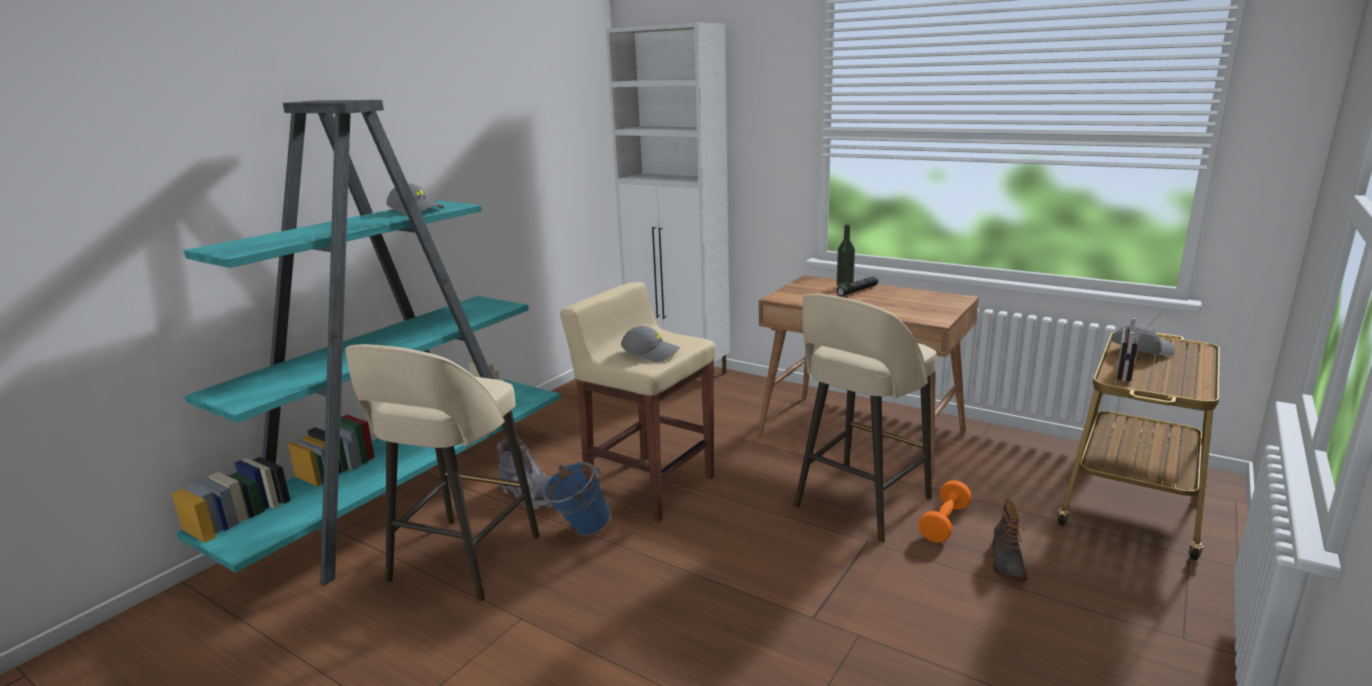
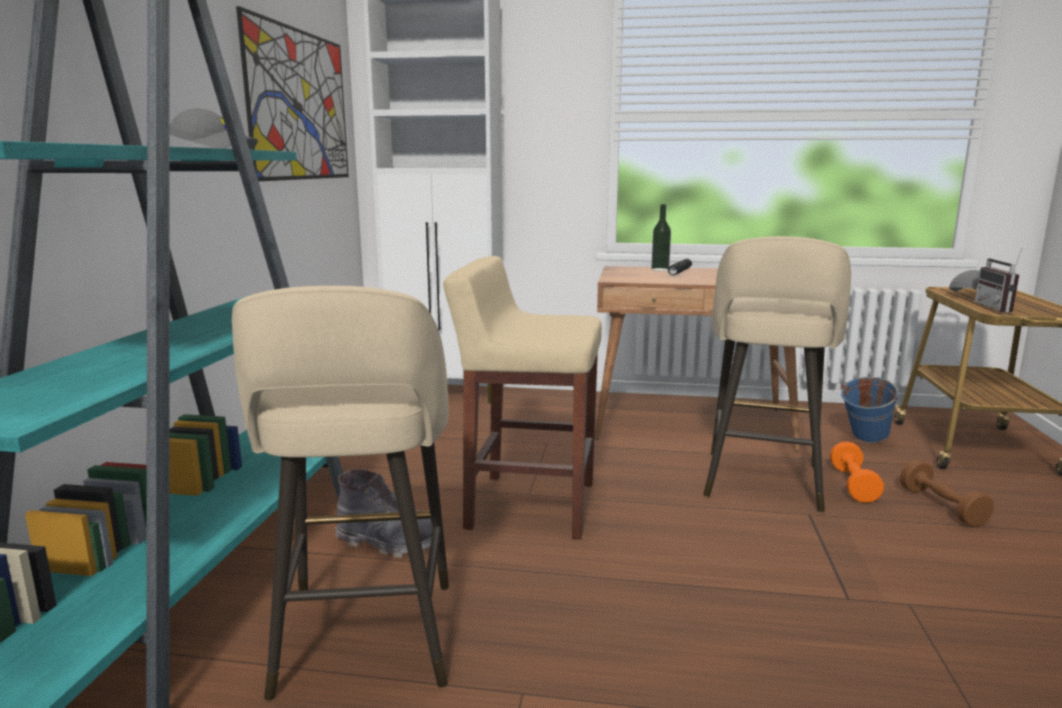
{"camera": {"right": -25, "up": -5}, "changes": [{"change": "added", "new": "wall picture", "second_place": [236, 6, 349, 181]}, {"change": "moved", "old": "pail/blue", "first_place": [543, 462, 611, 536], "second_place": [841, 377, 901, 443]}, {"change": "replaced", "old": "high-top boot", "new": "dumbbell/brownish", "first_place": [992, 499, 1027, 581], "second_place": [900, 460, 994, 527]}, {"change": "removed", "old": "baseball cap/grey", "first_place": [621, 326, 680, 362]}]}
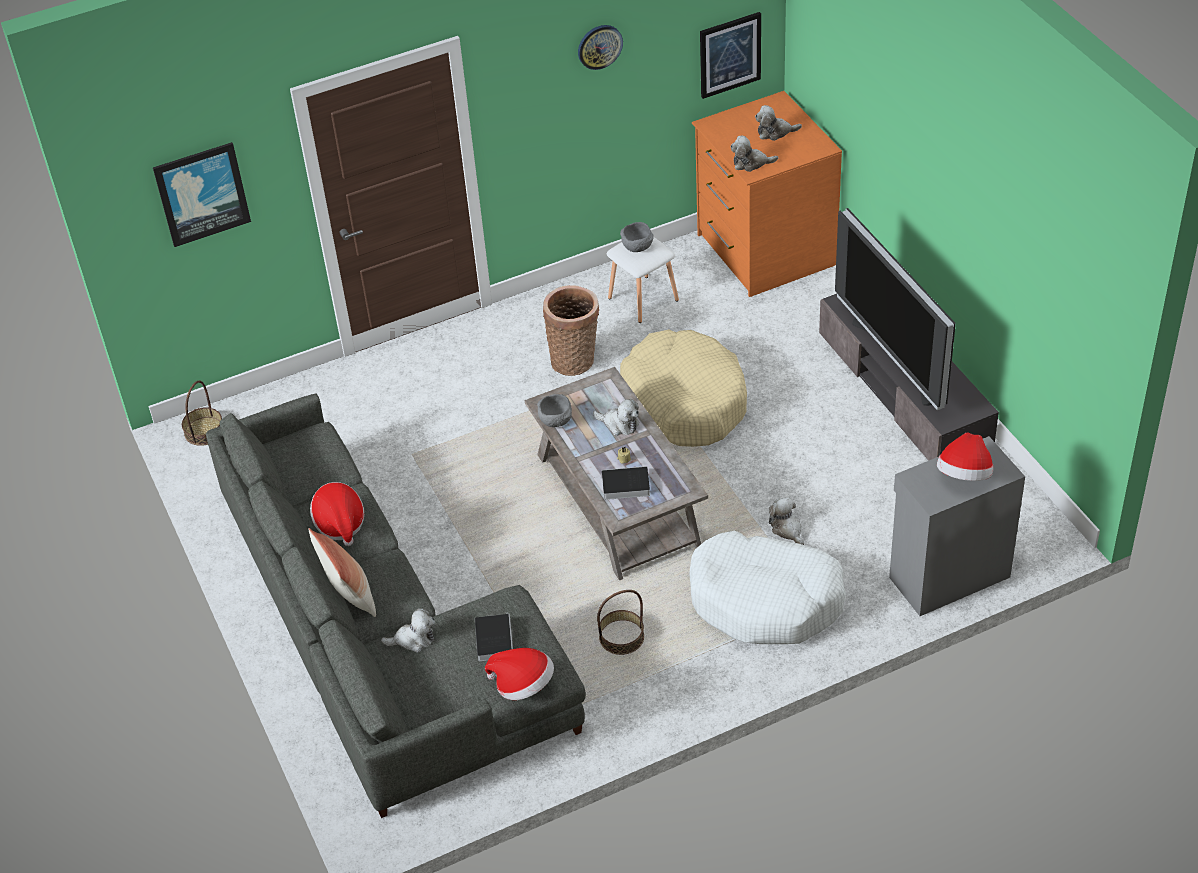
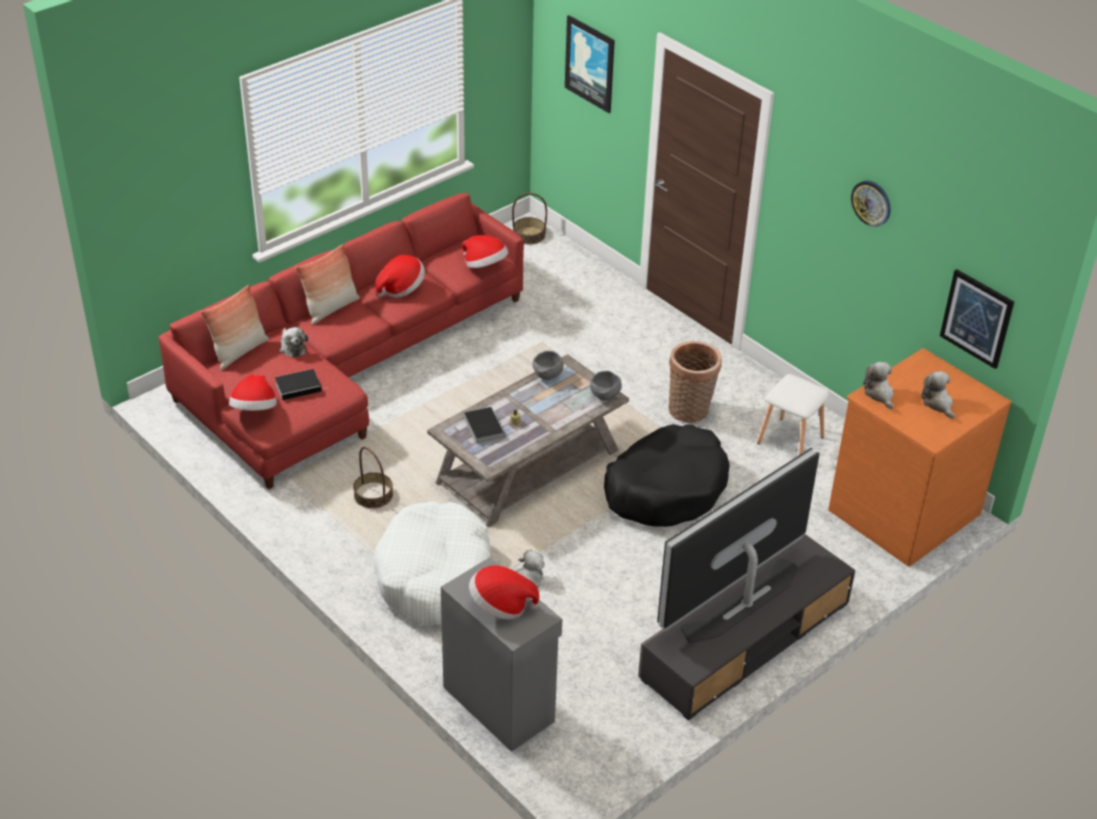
{"camera": {"right": 70, "up": -5}, "changes": [{"change": "recoloured", "old": "couch/grey", "new": "couch/reddish", "first_place": [206, 393, 586, 818], "second_place": [159, 193, 524, 489]}, {"change": "added", "new": "cushion", "second_place": [201, 284, 269, 370]}, {"change": "added", "new": "clothing hat", "second_place": [462, 235, 508, 268]}, {"change": "moved", "old": "serving bowl/grey", "first_place": [620, 222, 654, 252], "second_place": [590, 371, 622, 401]}, {"change": "recoloured", "old": "dog bed/beige", "new": "dog bed/black", "first_place": [620, 330, 747, 447], "second_place": [604, 424, 730, 527]}, {"change": "removed", "old": "plush toy", "first_place": [593, 399, 639, 436]}]}
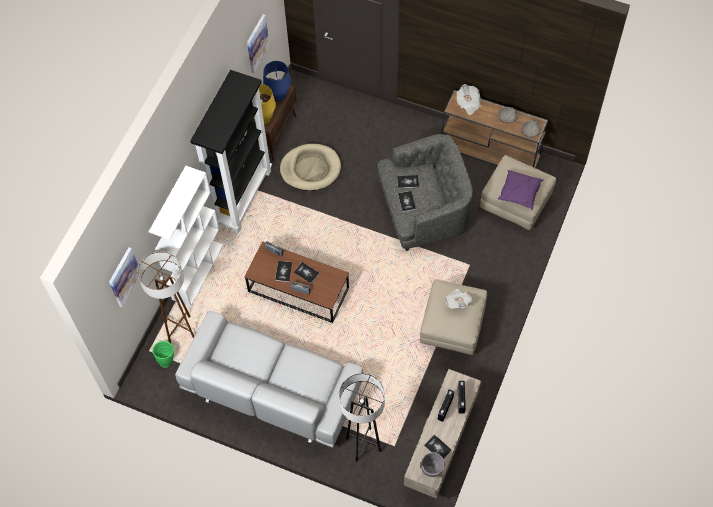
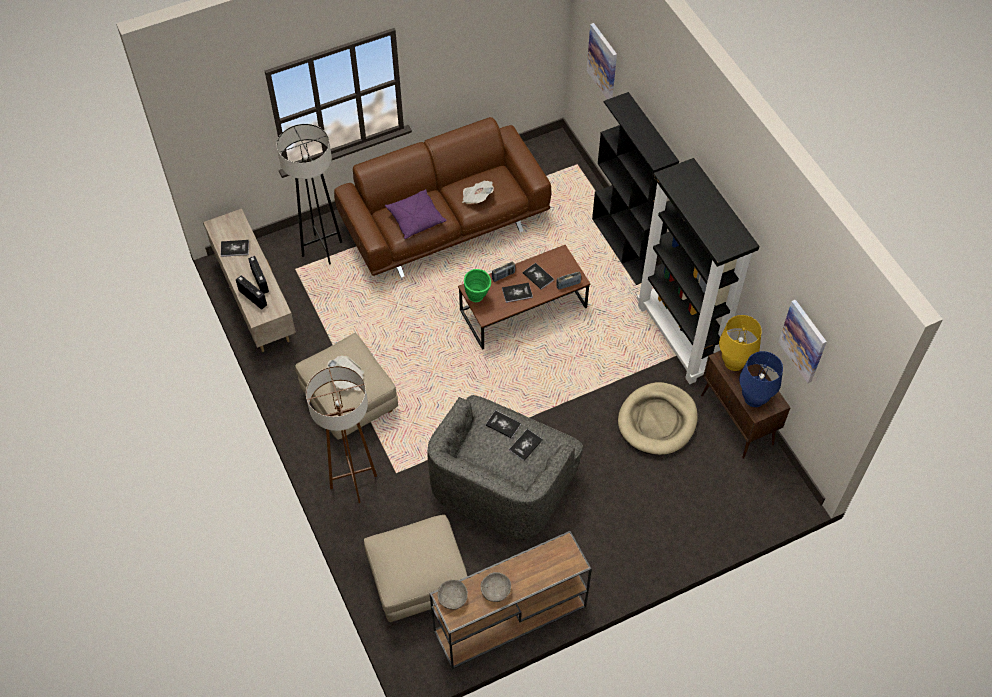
{"camera": {"right": 130, "up": -5}, "changes": [{"change": "moved", "old": "floor lamp/brownish", "first_place": [138, 252, 195, 343], "second_place": [306, 366, 377, 503]}, {"change": "recoloured", "old": "couch/grey", "new": "couch/brownish", "first_place": [175, 311, 364, 448], "second_place": [334, 117, 551, 278]}, {"change": "moved", "old": "cushion/purple", "first_place": [498, 170, 543, 210], "second_place": [385, 189, 447, 239]}, {"change": "moved", "old": "printed paper", "first_place": [457, 84, 481, 115], "second_place": [462, 181, 494, 204]}, {"change": "moved", "old": "flower vase/green", "first_place": [152, 341, 174, 368], "second_place": [464, 269, 491, 302]}, {"change": "recoloured", "old": "shelving unit/white-coloured", "new": "shelving unit/black", "first_place": [149, 166, 223, 307], "second_place": [592, 92, 679, 285]}, {"change": "removed", "old": "flower vase/grey", "first_place": [421, 452, 445, 477]}]}
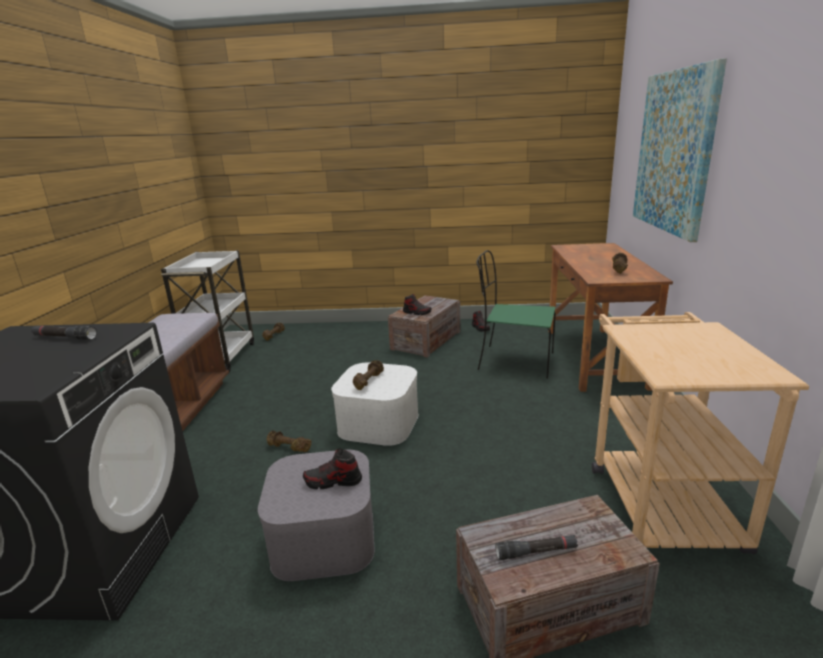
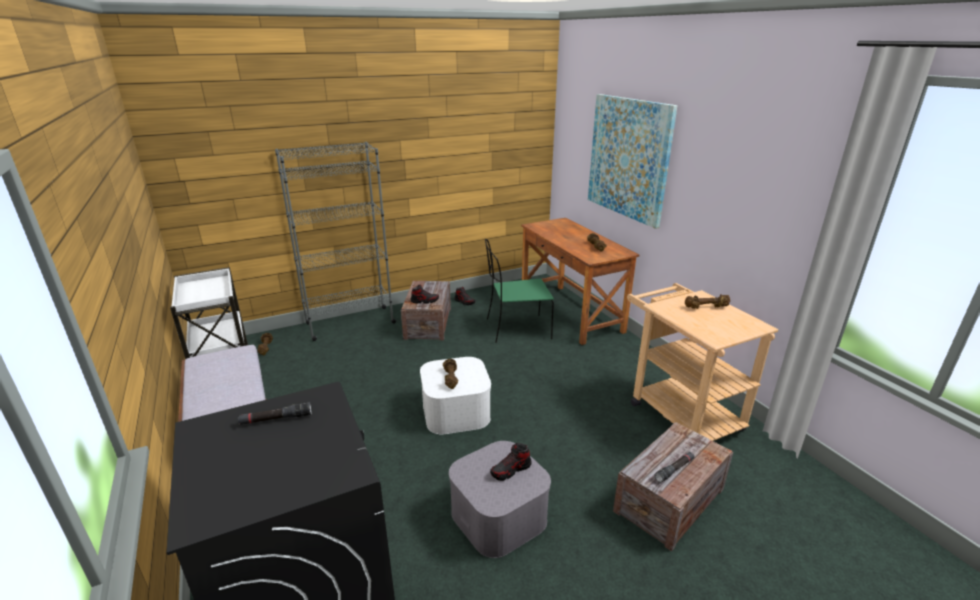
{"camera": {"right": -30, "up": 5}, "changes": [{"change": "added", "new": "shelving unit/grey", "second_place": [275, 142, 396, 341]}, {"change": "moved", "old": "dumbbell/brownish", "first_place": [267, 431, 312, 452], "second_place": [685, 295, 730, 309]}]}
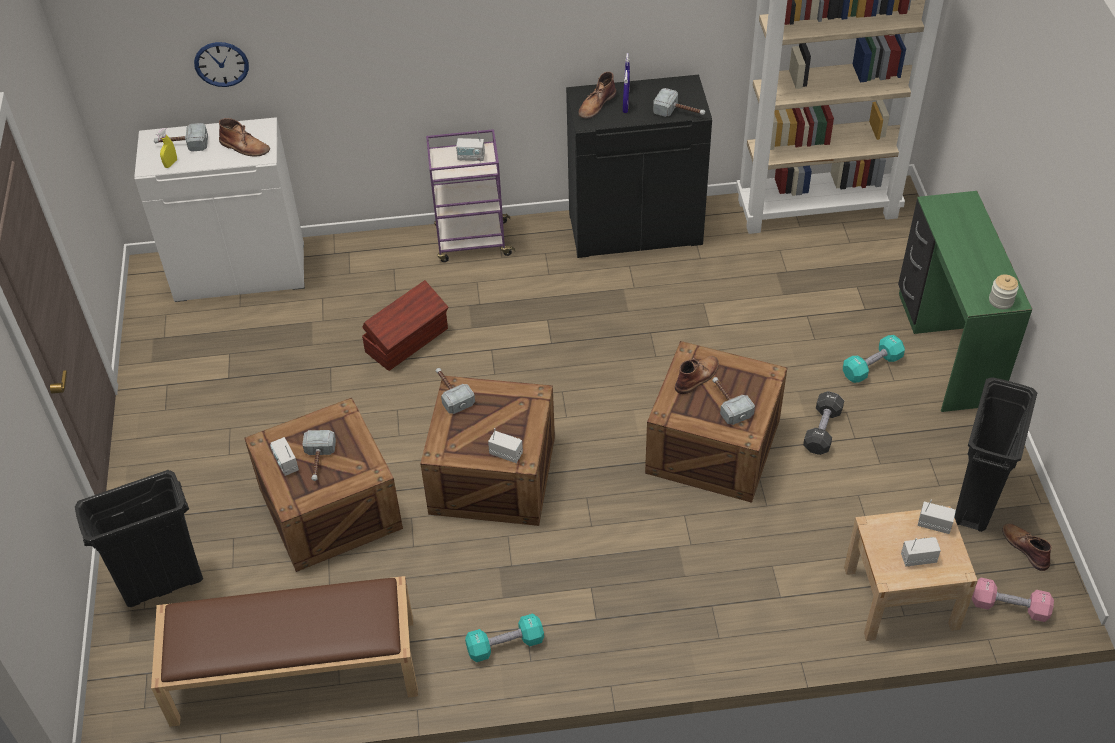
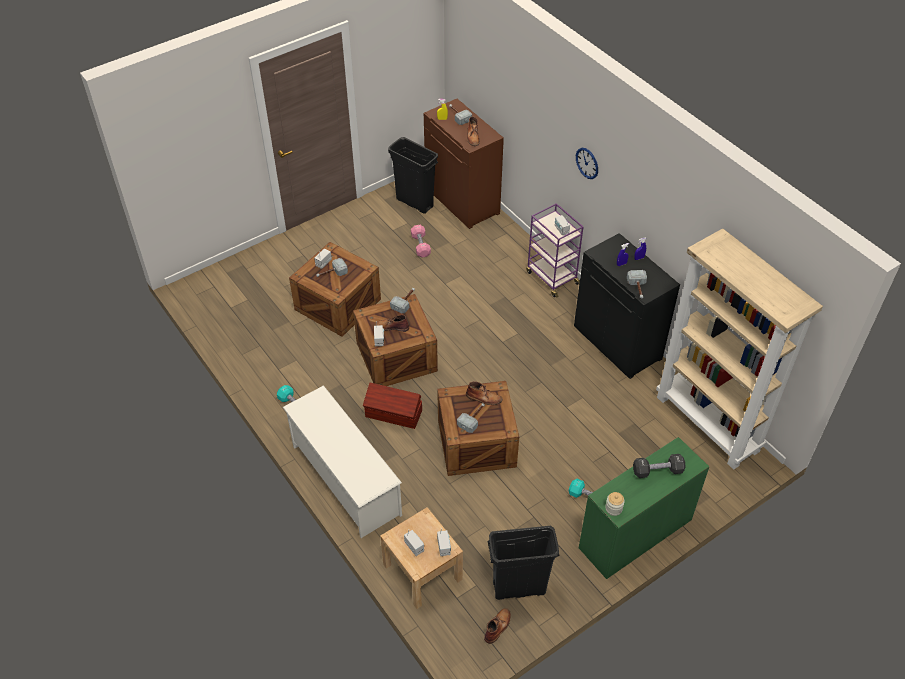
{"camera": {"right": 60, "up": 0}, "changes": [{"change": "added", "new": "shoe stand/white-coloured", "second_place": [283, 385, 402, 538]}, {"change": "moved", "old": "storage container/brownish", "first_place": [362, 280, 448, 371], "second_place": [363, 383, 422, 429]}, {"change": "moved", "old": "high-top boot/brownish", "first_place": [578, 72, 616, 119], "second_place": [374, 315, 409, 332]}, {"change": "moved", "old": "rubbish bin/black", "first_place": [75, 470, 203, 607], "second_place": [388, 137, 438, 214]}, {"change": "moved", "old": "dumbbell/pink-coloured", "first_place": [972, 578, 1054, 622], "second_place": [411, 225, 431, 258]}, {"change": "recoloured", "old": "storage cabinet/white-coloured", "new": "storage cabinet/brownish", "first_place": [134, 117, 305, 302], "second_place": [424, 99, 504, 229]}, {"change": "moved", "old": "clock on the wall", "first_place": [194, 42, 249, 87], "second_place": [576, 148, 598, 179]}, {"change": "moved", "old": "dumbbell/black", "first_place": [803, 391, 844, 455], "second_place": [633, 454, 686, 478]}, {"change": "removed", "old": "indoor bench/brownish", "first_place": [151, 576, 418, 727]}]}
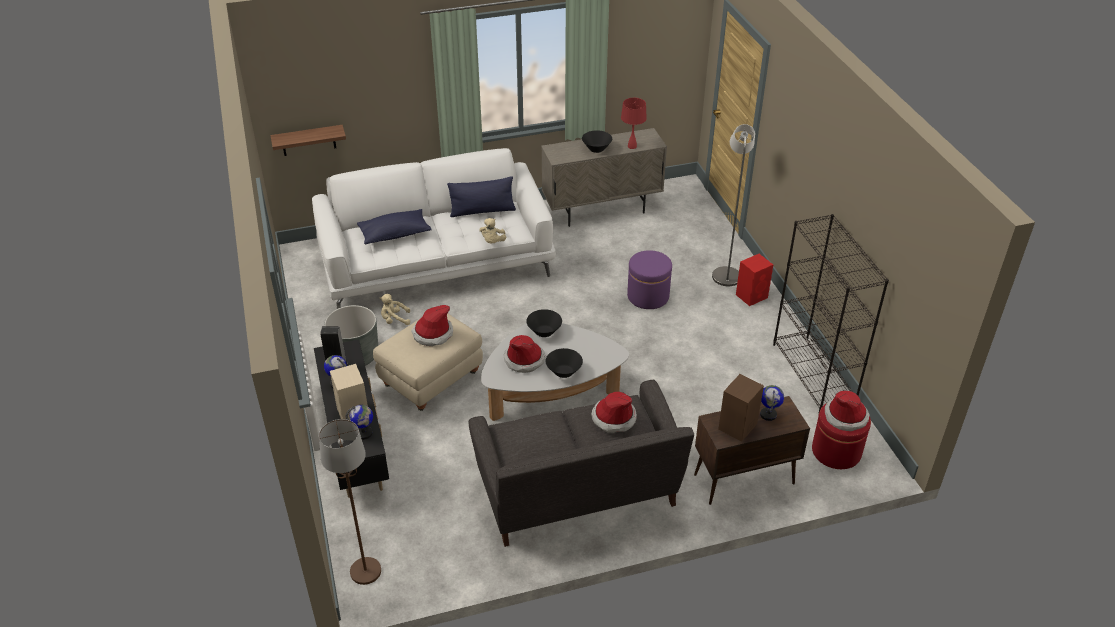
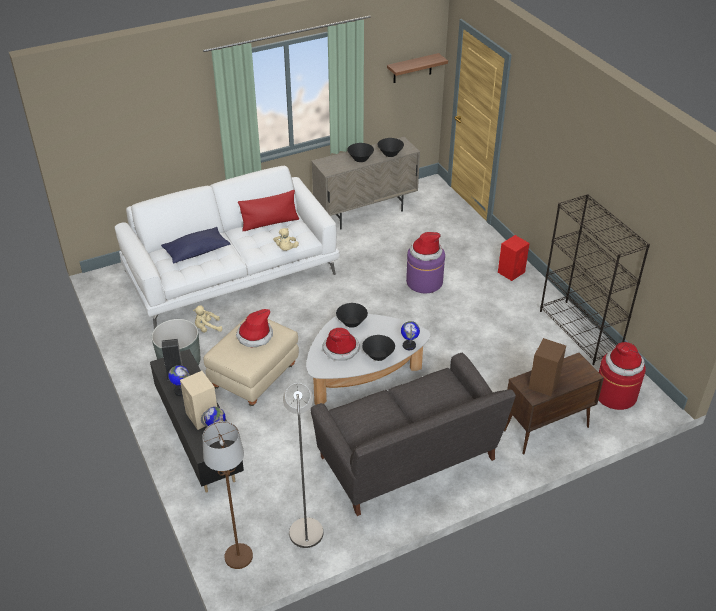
{"camera": {"right": -10, "up": 0}, "changes": [{"change": "recoloured", "old": "cushion/blue", "new": "cushion/reddish", "first_place": [447, 176, 516, 217], "second_place": [238, 190, 299, 231]}, {"change": "moved", "old": "floor lamp/grey", "first_place": [712, 124, 755, 286], "second_place": [283, 383, 323, 548]}, {"change": "replaced", "old": "tabletop lamp/reddish", "new": "serving bowl/black", "first_place": [621, 98, 647, 149], "second_place": [377, 138, 404, 157]}, {"change": "moved", "old": "bracket shelf", "first_place": [270, 125, 346, 156], "second_place": [387, 53, 448, 83]}, {"change": "moved", "old": "globe", "first_place": [760, 385, 784, 421], "second_place": [401, 321, 420, 350]}, {"change": "moved", "old": "clothing hat", "first_place": [591, 392, 637, 433], "second_place": [410, 232, 443, 261]}]}
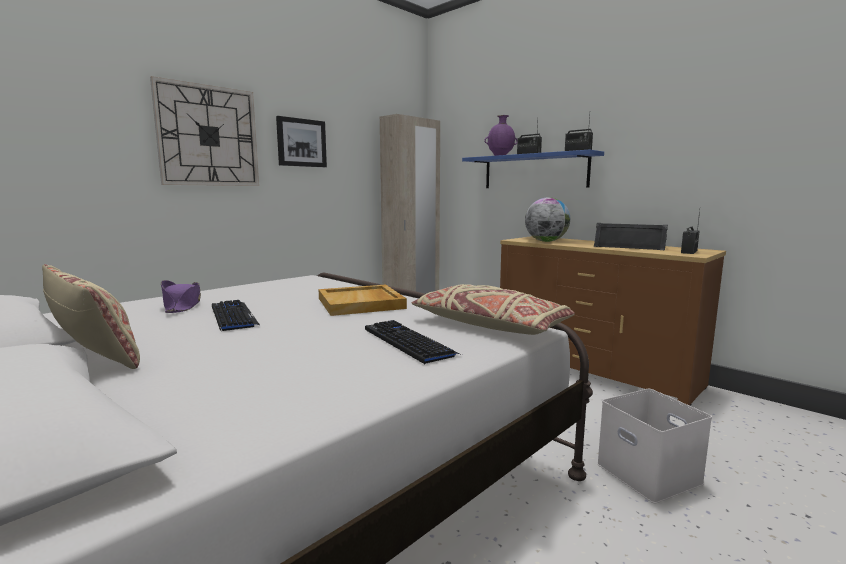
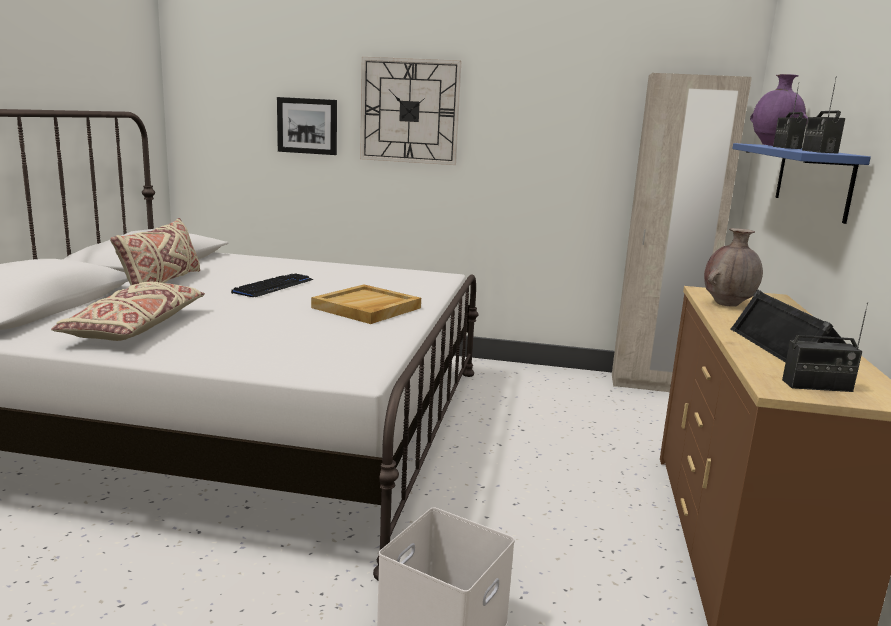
{"camera": {"right": 55, "up": 5}, "changes": [{"change": "moved", "old": "cushion/beige", "first_place": [411, 284, 575, 335], "second_place": [51, 282, 205, 341]}, {"change": "moved", "old": "wall picture", "first_place": [276, 116, 327, 167], "second_place": [277, 97, 337, 155]}, {"change": "replaced", "old": "globe", "new": "flower vase/brownish", "first_place": [525, 197, 570, 242], "second_place": [704, 228, 763, 306]}, {"change": "removed", "old": "clothing hat/purple", "first_place": [161, 280, 201, 313]}, {"change": "removed", "old": "PC keyboard", "first_place": [365, 320, 462, 364]}]}
